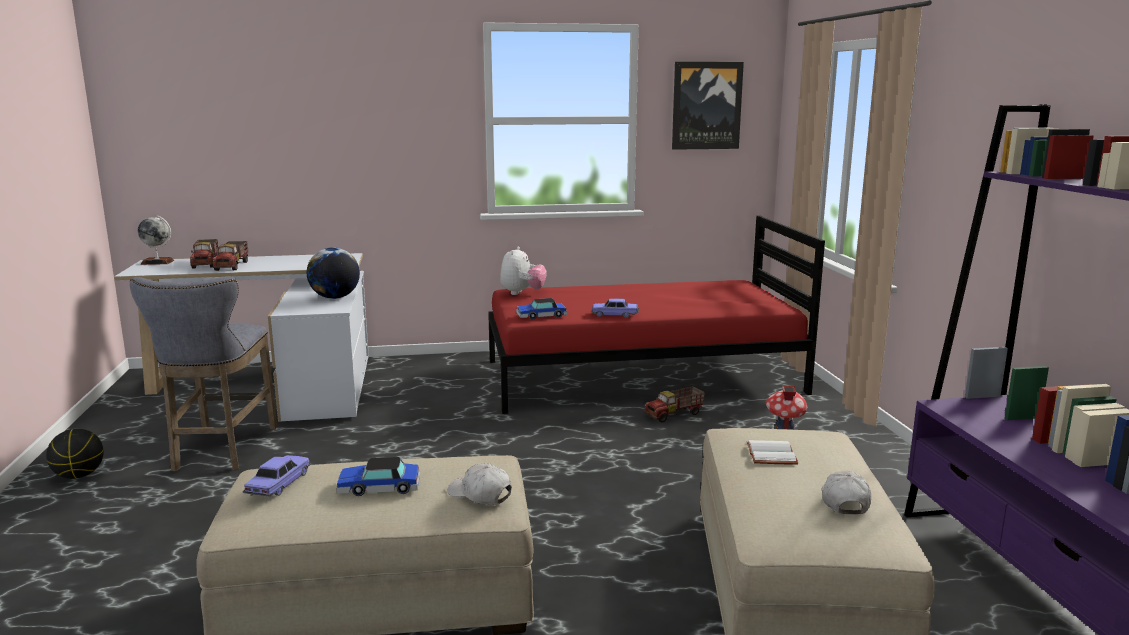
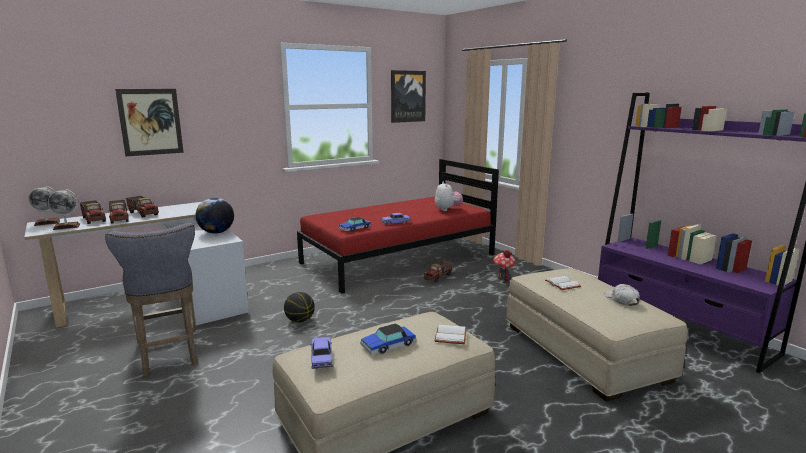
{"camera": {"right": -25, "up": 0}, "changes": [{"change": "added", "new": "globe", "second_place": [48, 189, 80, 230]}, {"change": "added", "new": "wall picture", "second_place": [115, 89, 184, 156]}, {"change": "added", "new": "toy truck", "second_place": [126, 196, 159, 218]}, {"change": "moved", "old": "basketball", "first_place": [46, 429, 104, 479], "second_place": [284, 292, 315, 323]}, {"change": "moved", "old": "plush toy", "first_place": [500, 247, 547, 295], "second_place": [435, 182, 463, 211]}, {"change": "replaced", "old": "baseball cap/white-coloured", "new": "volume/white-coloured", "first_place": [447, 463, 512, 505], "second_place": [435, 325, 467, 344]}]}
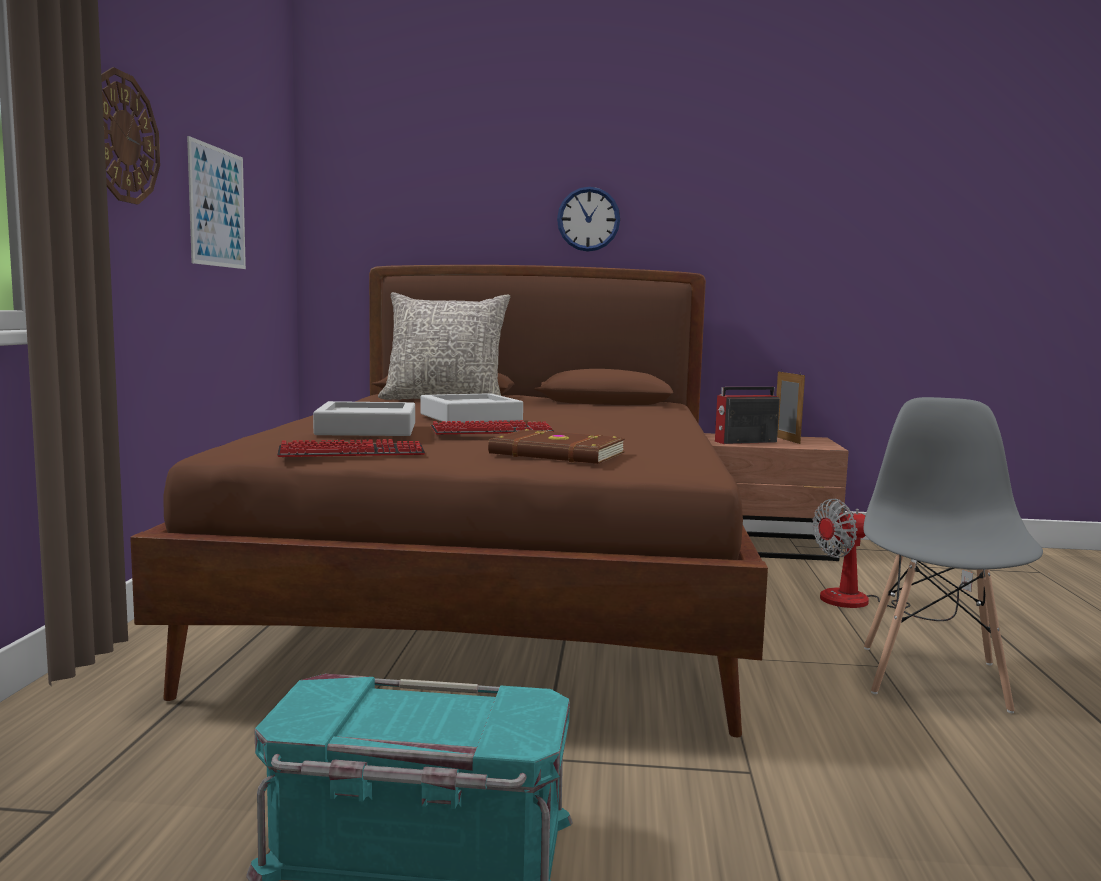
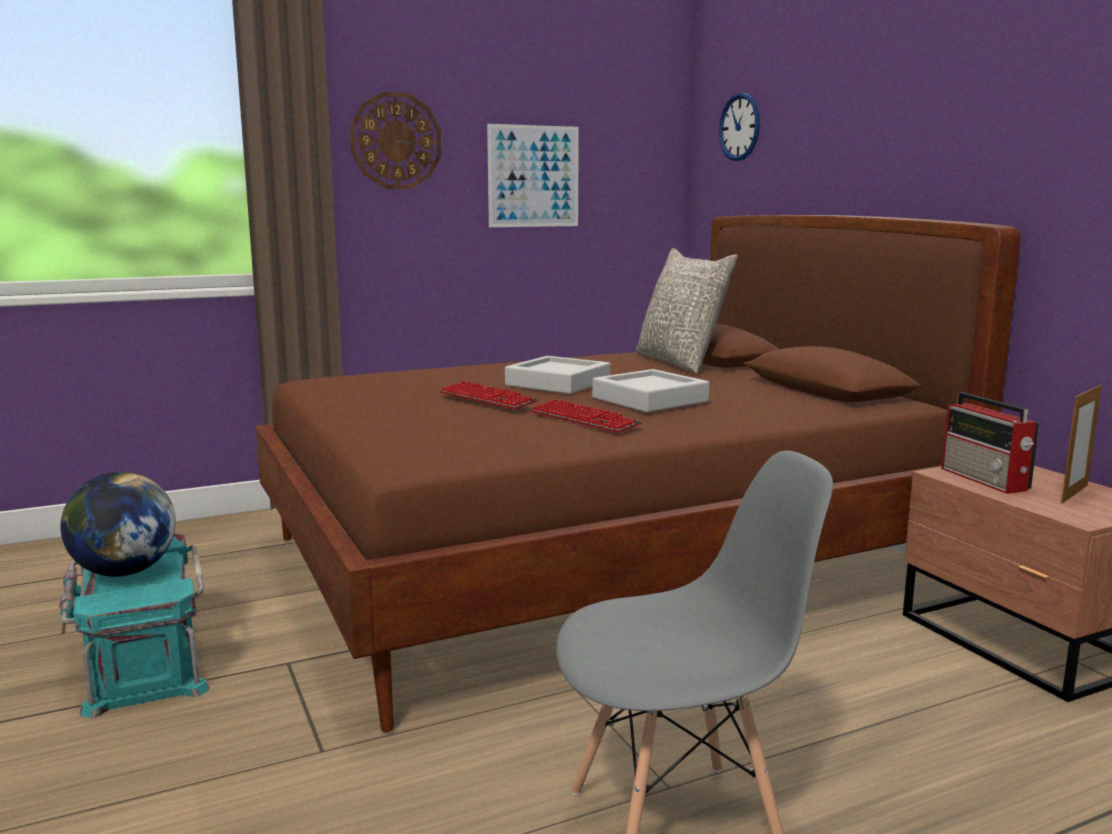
{"camera": {"right": 60, "up": 5}, "changes": [{"change": "added", "new": "globe", "second_place": [60, 472, 176, 577]}, {"change": "moved", "old": "PC keyboard", "first_place": [277, 439, 425, 457], "second_place": [530, 399, 642, 433]}, {"change": "moved", "old": "carrying tray/grey", "first_place": [313, 401, 415, 436], "second_place": [592, 369, 709, 412]}, {"change": "moved", "old": "clock on the wall", "first_place": [557, 187, 620, 252], "second_place": [719, 93, 760, 161]}, {"change": "turned", "old": "radio set", "first_place": [715, 387, 780, 444], "second_place": [941, 392, 1039, 494], "degrees": -150}, {"change": "removed", "old": "volume/brownish", "first_place": [488, 429, 625, 464]}, {"change": "removed", "old": "electric fan", "first_place": [812, 498, 973, 621]}]}
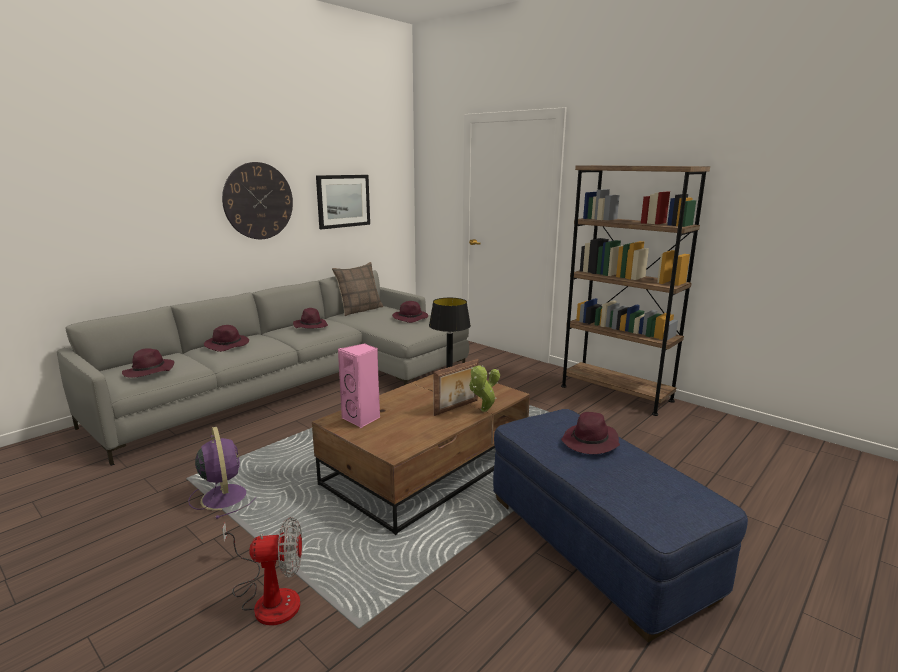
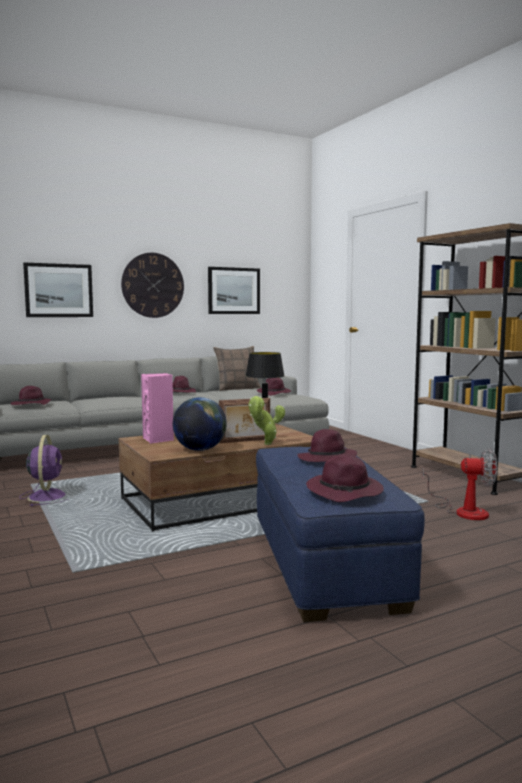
{"camera": {"right": 20, "up": -10}, "changes": [{"change": "added", "new": "wall picture", "second_place": [23, 263, 93, 317]}, {"change": "added", "new": "globe", "second_place": [173, 397, 227, 451]}, {"change": "moved", "old": "clothing hat/purple", "first_place": [204, 325, 249, 352], "second_place": [306, 455, 384, 502]}, {"change": "moved", "old": "electric fan", "first_place": [222, 517, 302, 626], "second_place": [423, 448, 497, 520]}]}
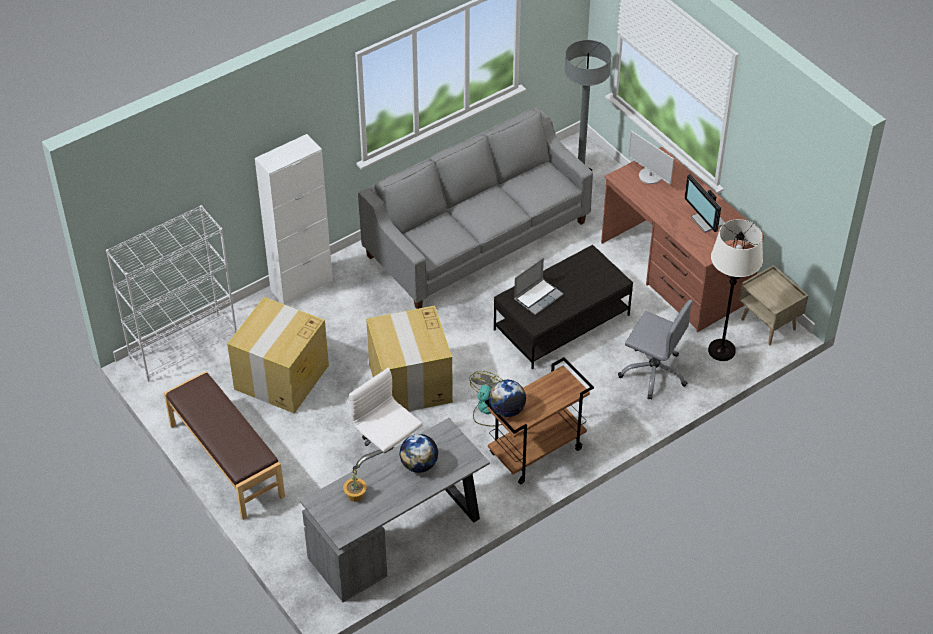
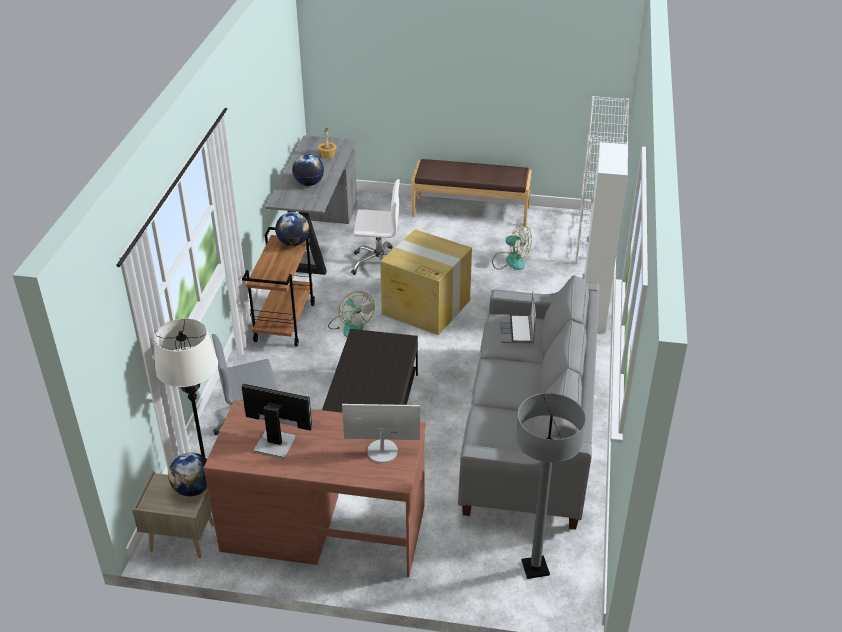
{"camera": {"right": 135, "up": -10}, "changes": [{"change": "added", "new": "globe", "second_place": [168, 453, 207, 496]}, {"change": "replaced", "old": "carton", "new": "electric fan", "first_place": [227, 297, 329, 414], "second_place": [492, 224, 532, 270]}, {"change": "moved", "old": "portable computer", "first_place": [514, 258, 564, 315], "second_place": [500, 290, 536, 344]}]}
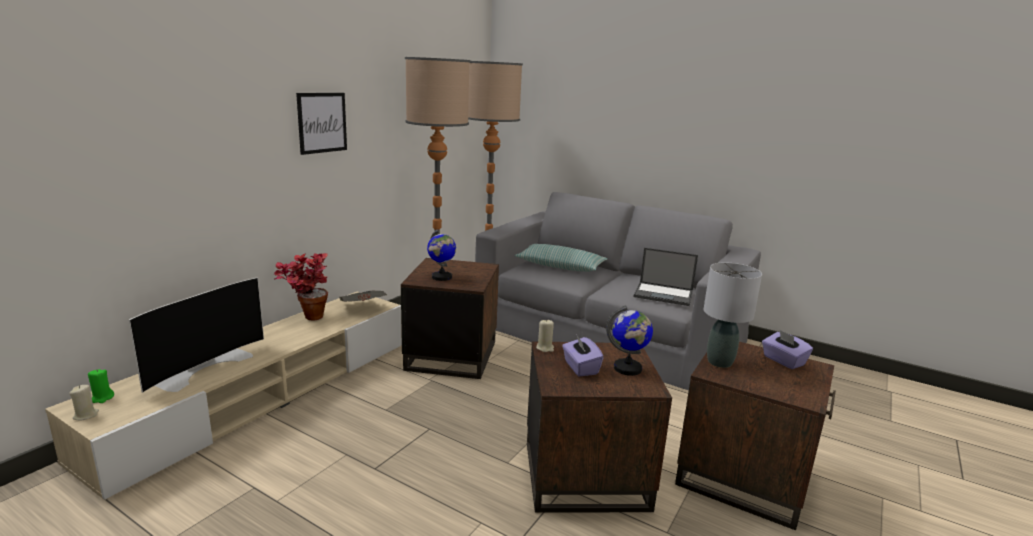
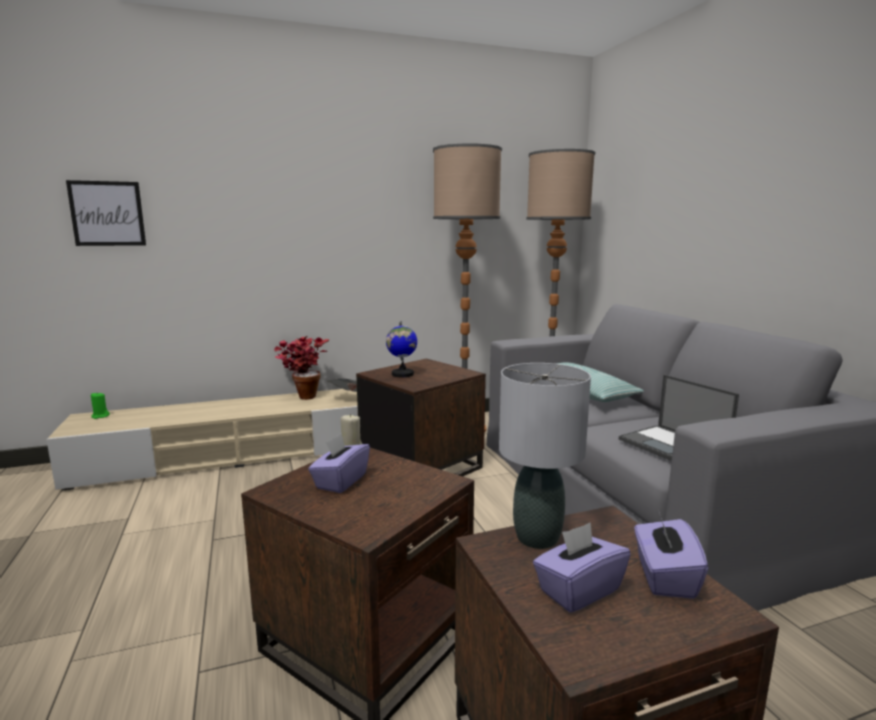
{"camera": {"right": 40, "up": -5}, "changes": [{"change": "moved", "old": "wall picture", "first_place": [296, 93, 347, 155], "second_place": [66, 180, 146, 246]}, {"change": "added", "new": "tissue holder/purple", "second_place": [533, 523, 631, 613]}, {"change": "removed", "old": "wax light/beige", "first_place": [70, 385, 99, 420]}, {"change": "removed", "old": "TV", "first_place": [129, 278, 264, 393]}, {"change": "removed", "old": "globe", "first_place": [606, 305, 653, 376]}]}
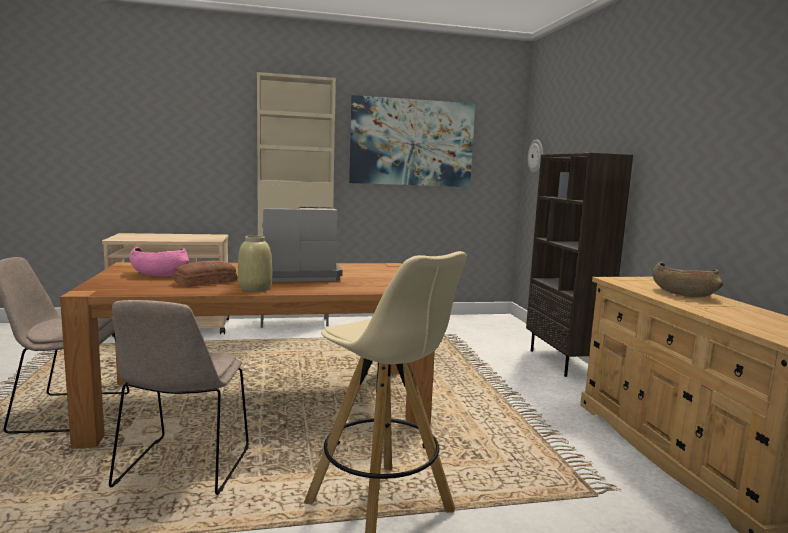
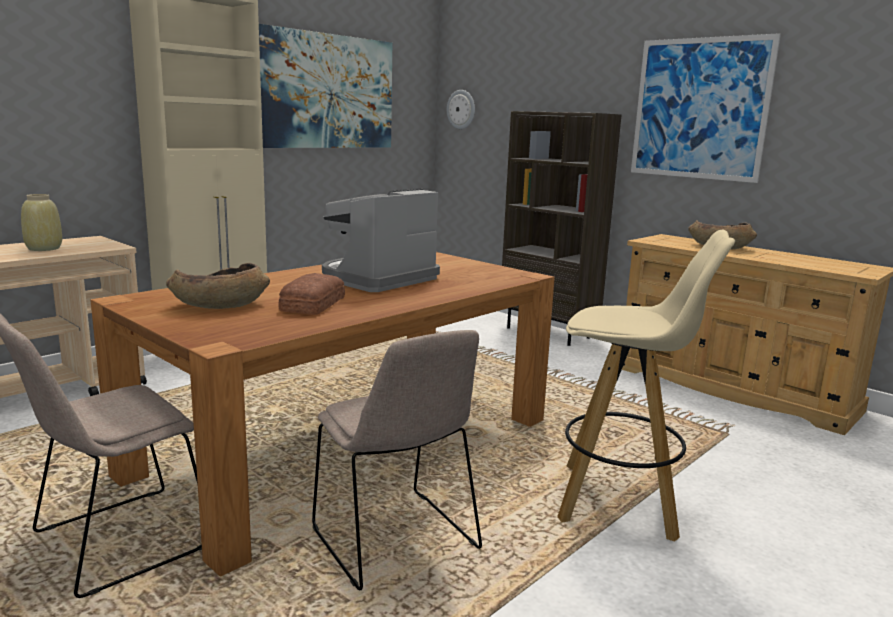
{"camera": {"right": -35, "up": 5}, "changes": [{"change": "moved", "old": "flower vase/beige", "first_place": [238, 235, 272, 291], "second_place": [21, 194, 62, 251]}, {"change": "recoloured", "old": "serving bowl/pink-coloured", "new": "serving bowl/brownish", "first_place": [129, 247, 189, 276], "second_place": [166, 263, 270, 309]}, {"change": "added", "new": "wall picture", "second_place": [631, 33, 781, 183]}]}
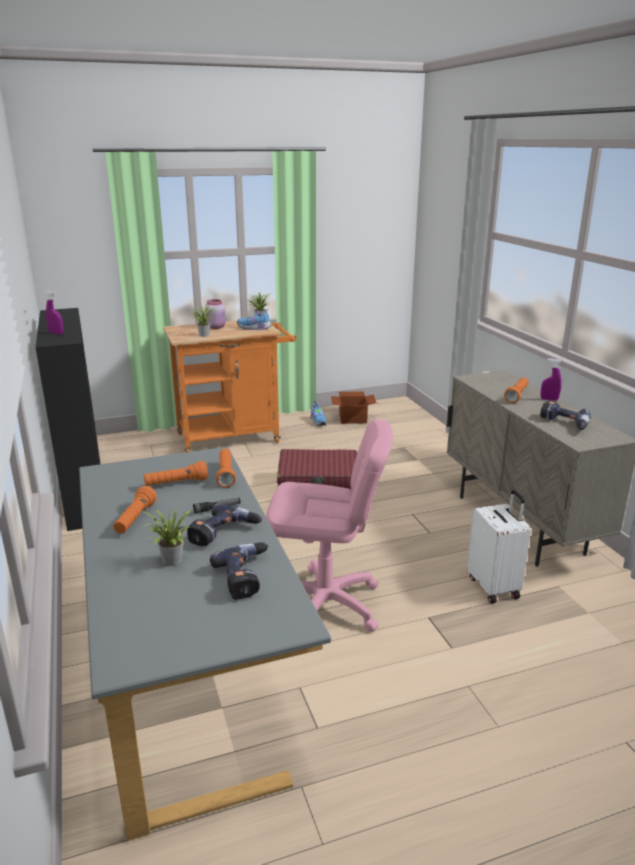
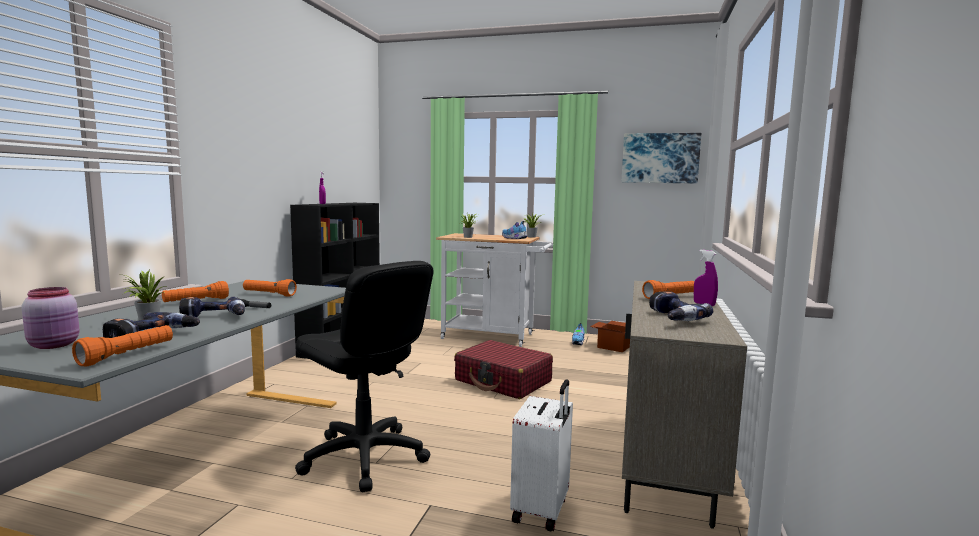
{"camera": {"right": 35, "up": -15}, "changes": [{"change": "moved", "old": "jar/pink-coloured", "first_place": [205, 299, 225, 329], "second_place": [22, 287, 80, 349]}, {"change": "moved", "old": "torch/orange", "first_place": [216, 449, 236, 487], "second_place": [72, 325, 173, 367]}, {"change": "recoloured", "old": "office chair/pink-coloured", "new": "office chair/black", "first_place": [266, 420, 393, 632], "second_place": [295, 261, 433, 492]}, {"change": "recoloured", "old": "wheeled cart/orange", "new": "wheeled cart/white-coloured", "first_place": [163, 320, 296, 452], "second_place": [436, 233, 553, 347]}, {"change": "added", "new": "wall picture", "second_place": [622, 133, 701, 184]}]}
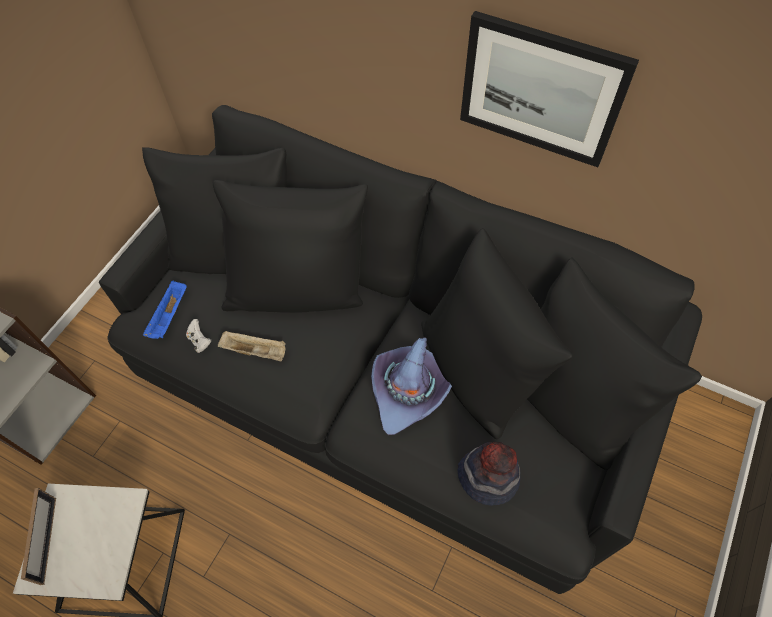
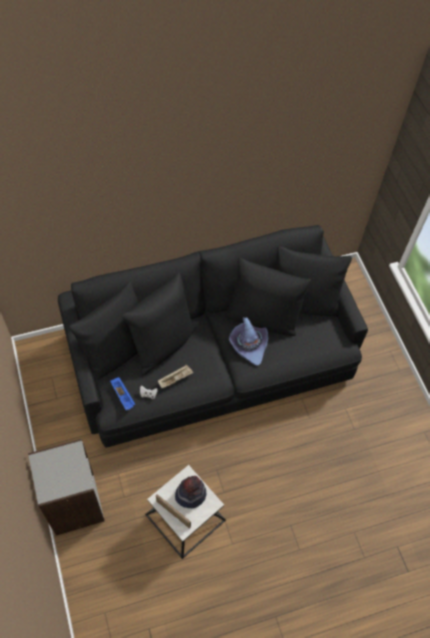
{"camera": {"right": -50, "up": 0}, "changes": [{"change": "moved", "old": "clothing hat", "first_place": [458, 442, 520, 506], "second_place": [175, 476, 206, 508]}, {"change": "removed", "old": "wall picture", "first_place": [460, 11, 639, 167]}]}
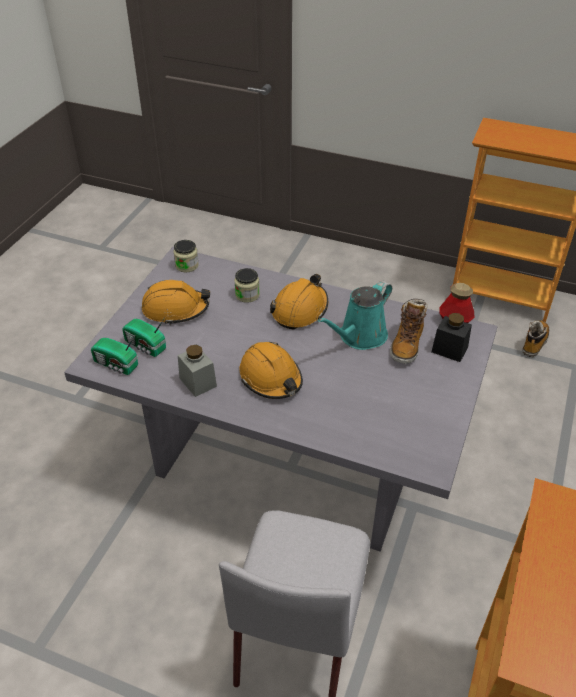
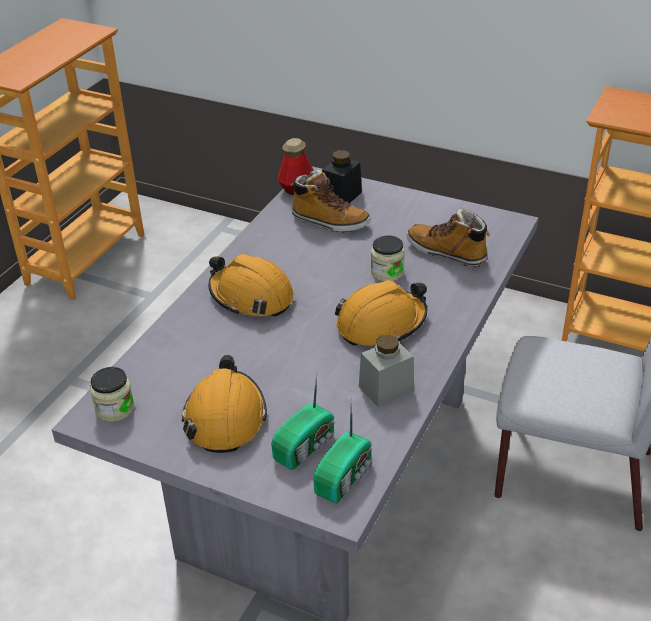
{"camera": {"right": -85, "up": -5}, "changes": [{"change": "moved", "old": "jar", "first_place": [234, 268, 260, 303], "second_place": [371, 235, 405, 282]}, {"change": "moved", "old": "high-top boot", "first_place": [523, 320, 550, 357], "second_place": [407, 208, 490, 267]}, {"change": "removed", "old": "sprinkling can/blue-green", "first_place": [318, 281, 392, 350]}]}
